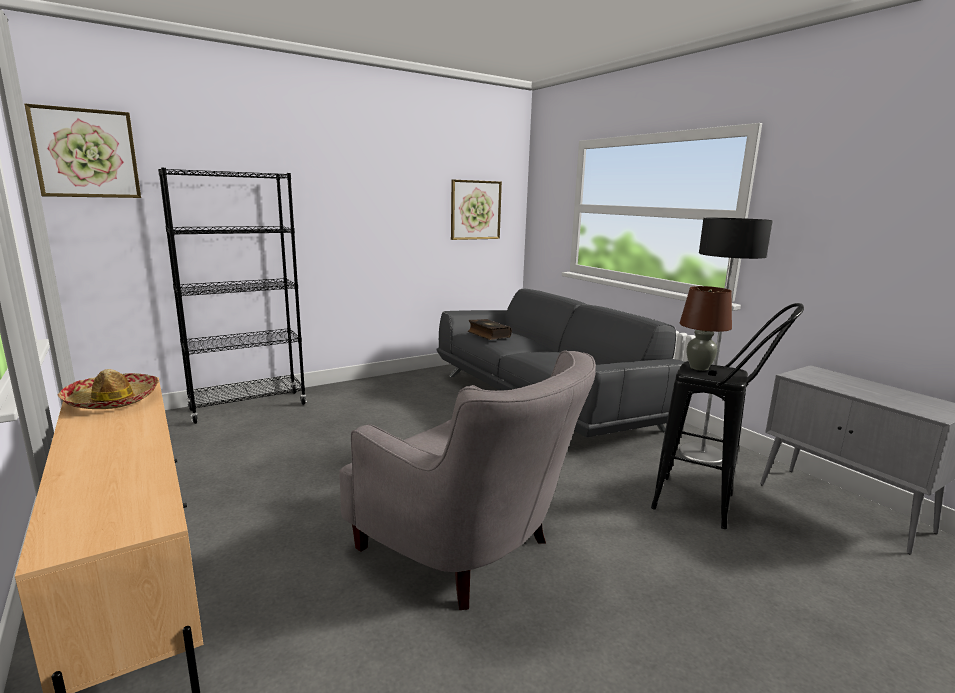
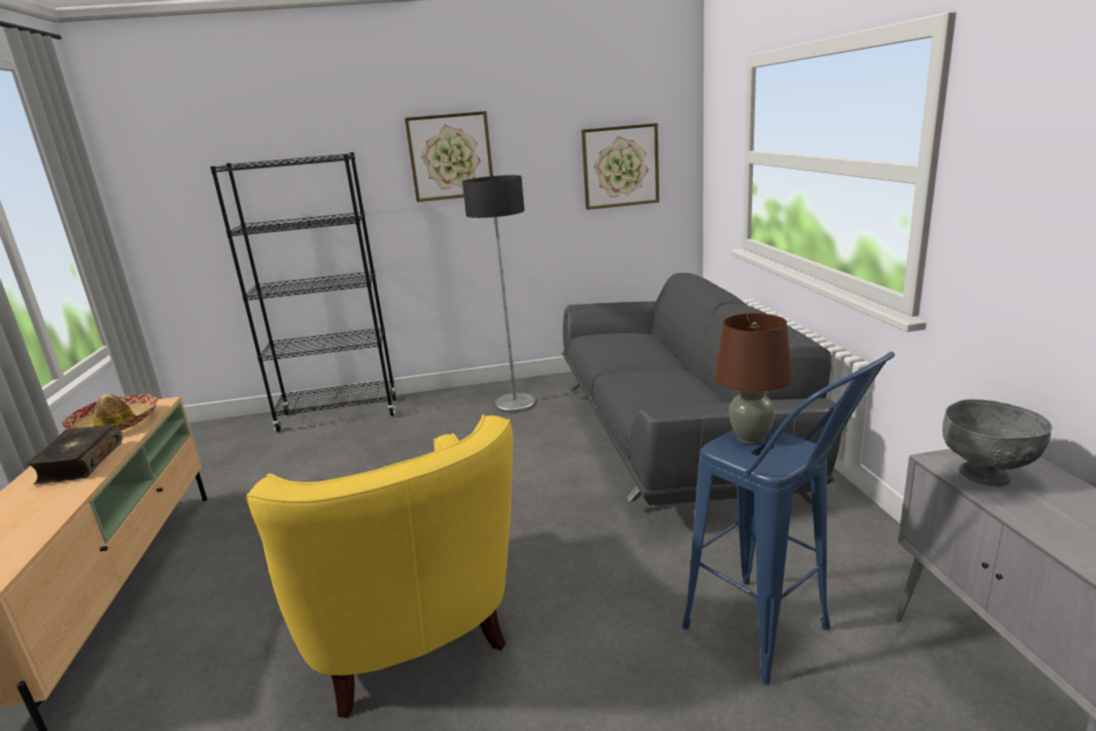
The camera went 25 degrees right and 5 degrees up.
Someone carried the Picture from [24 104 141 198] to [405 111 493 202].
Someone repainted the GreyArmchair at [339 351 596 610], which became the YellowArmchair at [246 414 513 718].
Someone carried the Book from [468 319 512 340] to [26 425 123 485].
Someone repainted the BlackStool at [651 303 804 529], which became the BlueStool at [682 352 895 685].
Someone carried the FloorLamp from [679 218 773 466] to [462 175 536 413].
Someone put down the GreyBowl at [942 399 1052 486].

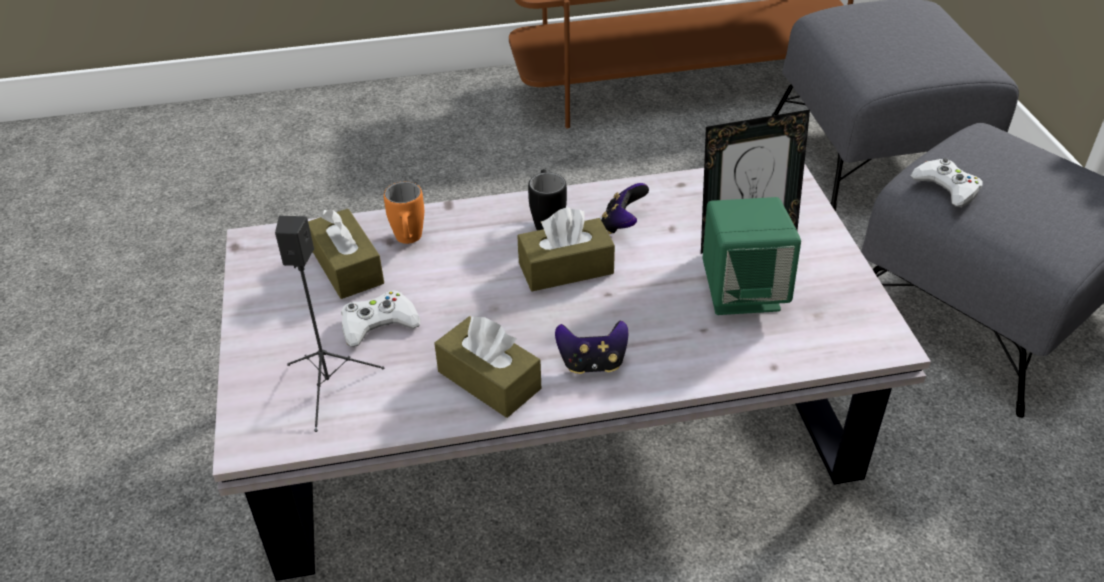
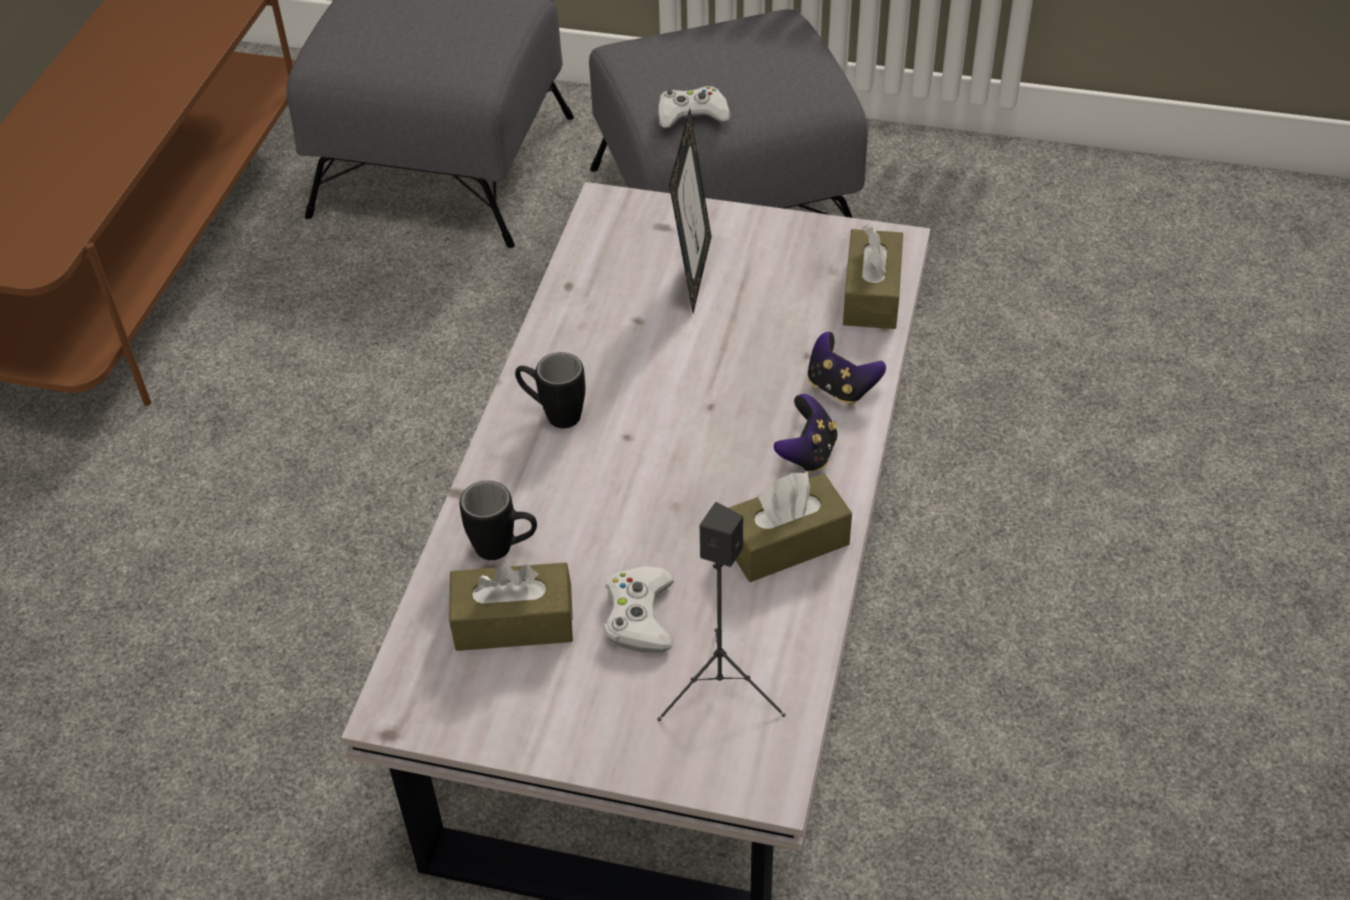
The camera went 65 degrees left and 5 degrees up.
Someone repainted the OrangeMug at [384 182 424 244], which became the BlackMug at [460 481 537 560].
Someone carried the BrownTissueBox from [517 207 615 291] to [843 225 903 329].
Someone carried the GameController from [601 183 649 234] to [808 332 886 405].
Someone took away the GreenSpeaker at [703 197 801 315].

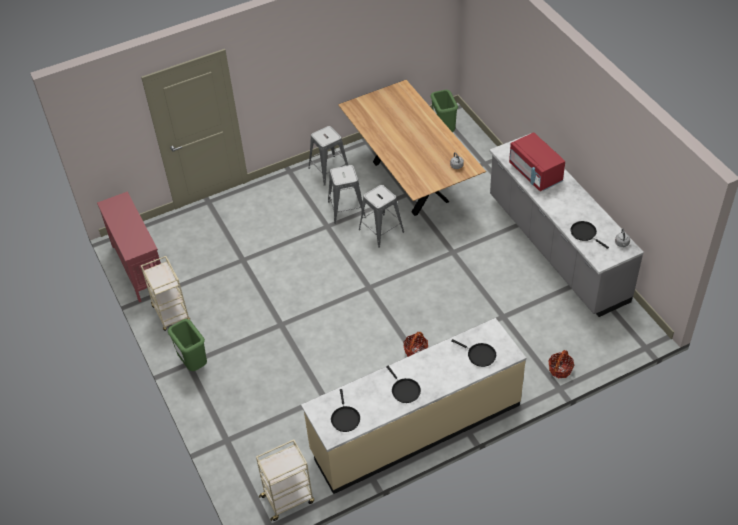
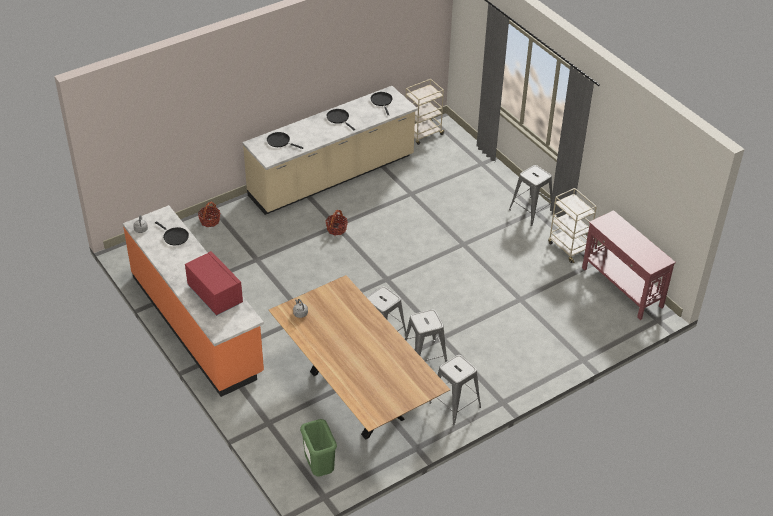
The camera went 170 degrees right and 5 degrees down.
Someone swapped the GreenTrashCan at [168 319 207 371] for the GreyStool at [509 165 553 226].
Someone repainted the GreyCounter at [490 133 644 317], which became the OrangeCounter at [123 205 264 397].

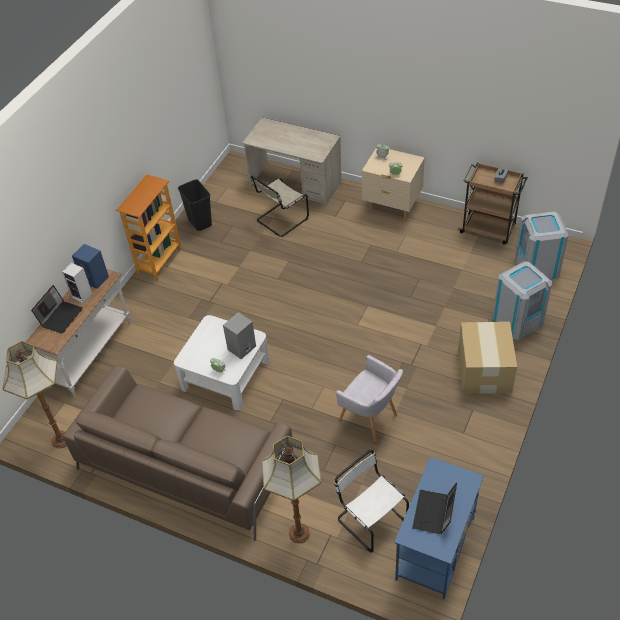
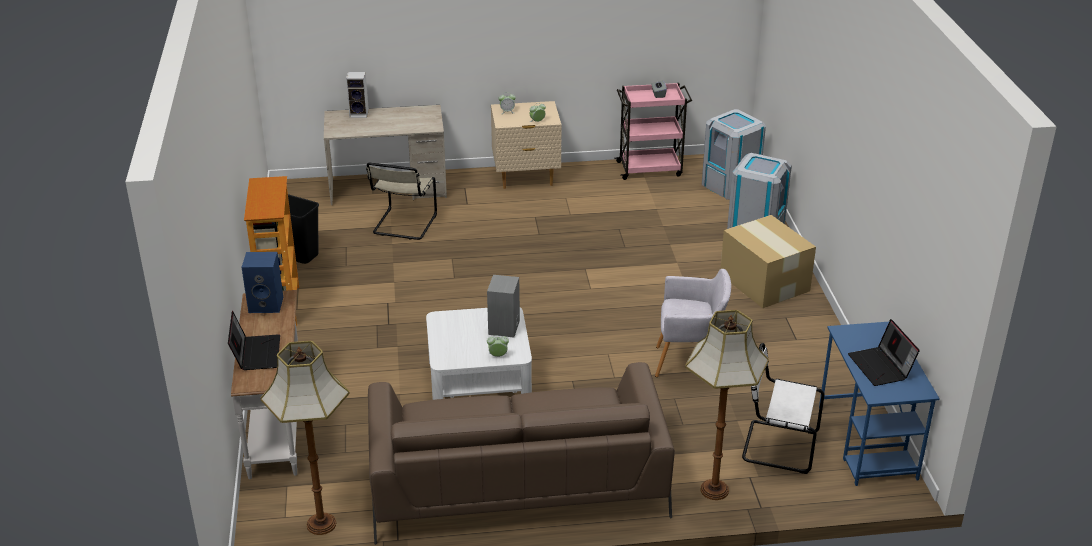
The camera went 35 degrees left and 15 degrees down.
Someone carried the Speaker from [62 263 92 303] to [346 72 369 118].
Someone repainted the BrownCart at [458 162 528 245], which became the PinkCart at [614 83 692 180].

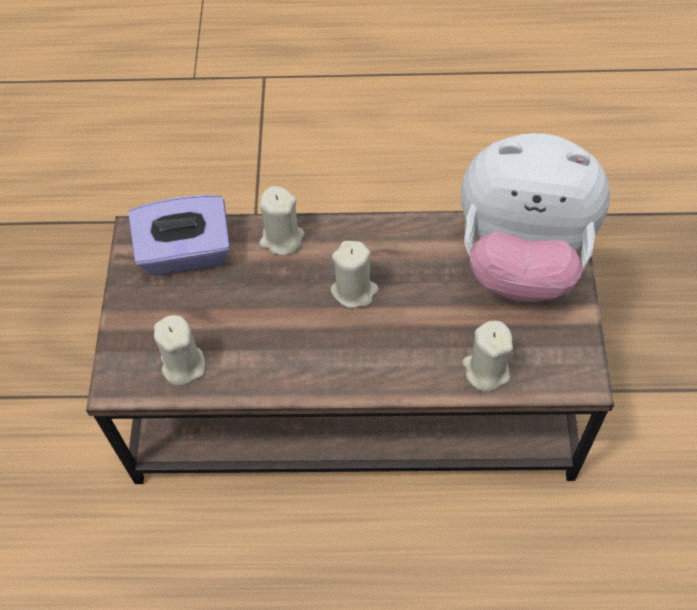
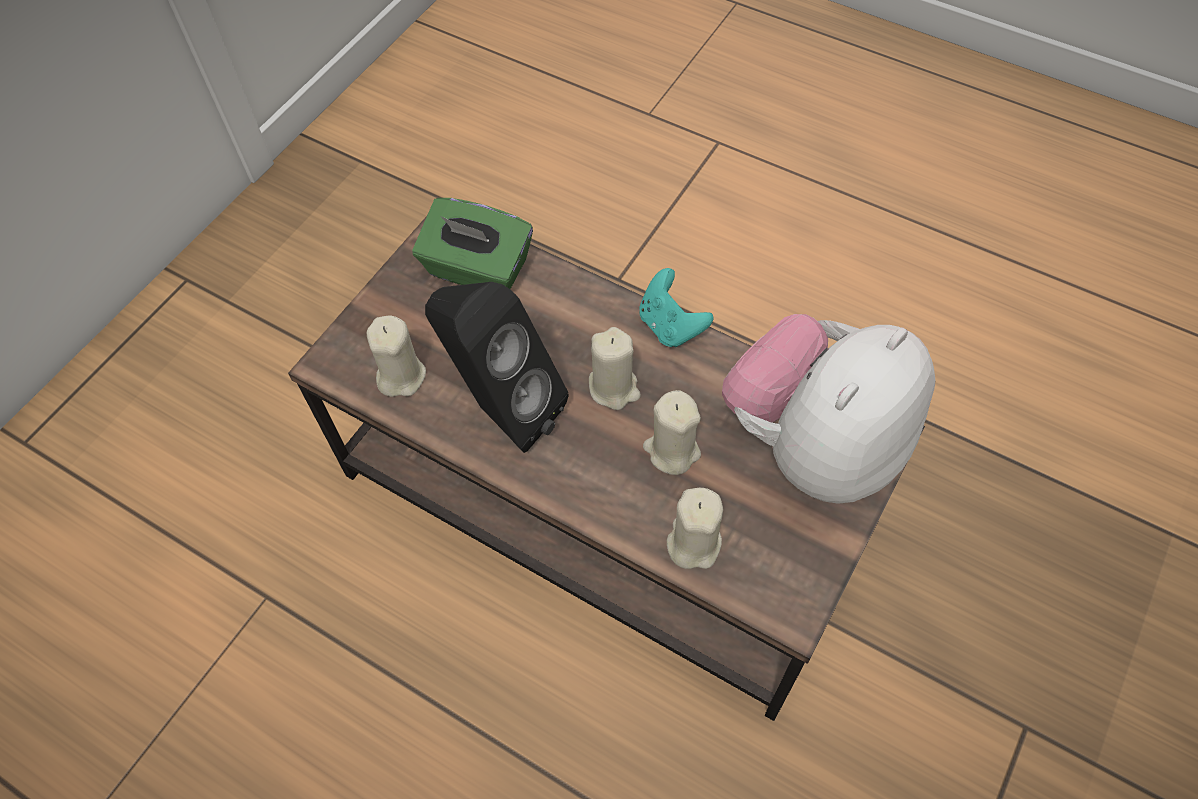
The camera went 30 degrees right and 0 degrees up.
Someone repainted the PurpleTissueBox at [128 195 230 276], which became the GreenTissueBox at [412 198 533 289].
Someone carried the BeigeCandle from [259 186 304 255] to [643 390 701 475].
Someone rotated the PlushToy at [461 133 610 302] by 90 degrees clockwise.
Someone put down the BlackSpeaker at [425 282 569 453].
Someone put down the TurquoiseGameController at [639 268 714 347].

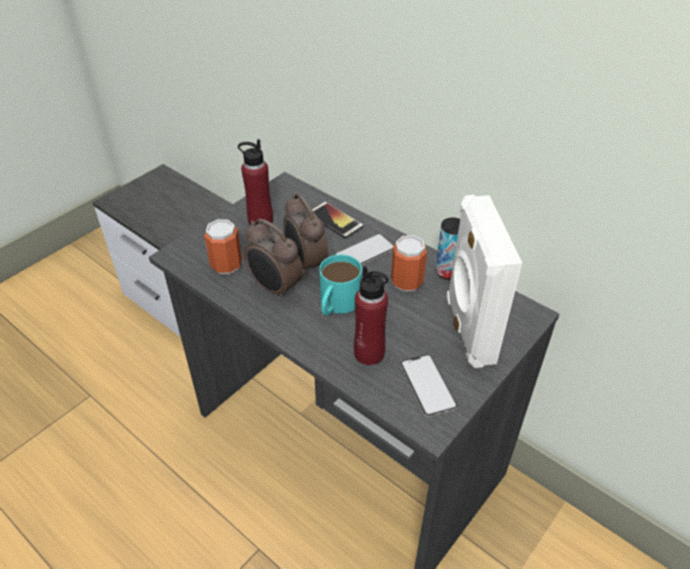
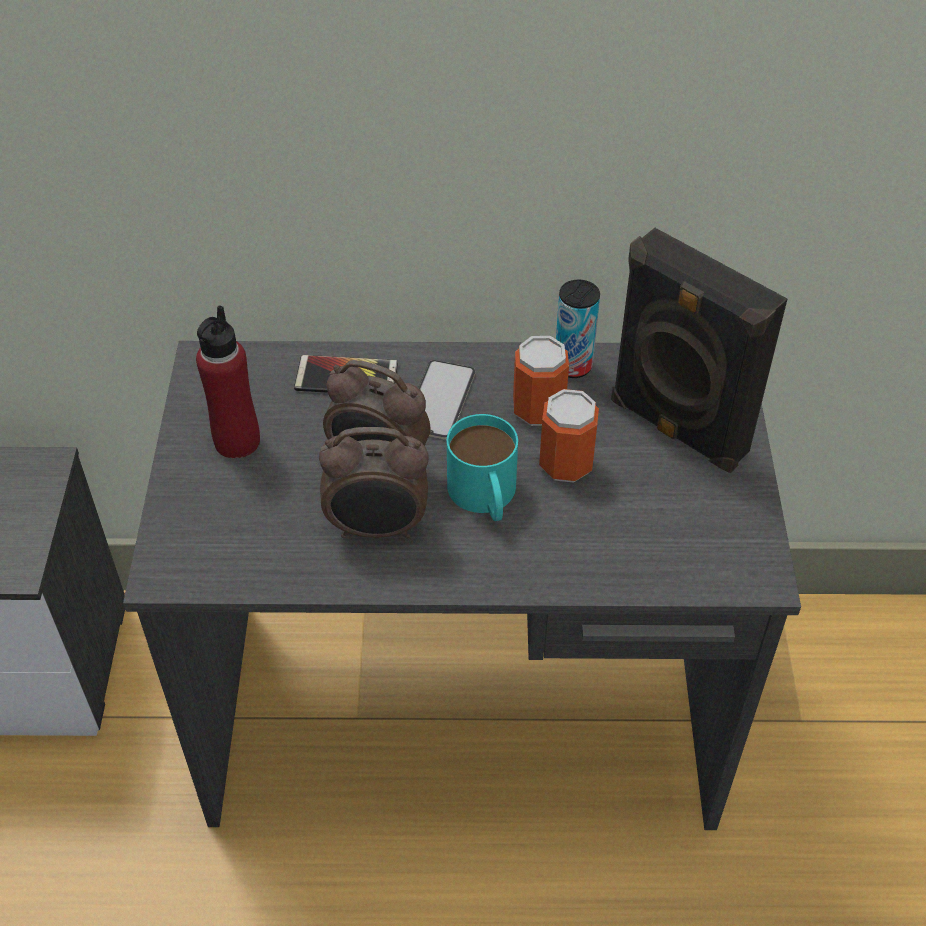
The camera went 40 degrees left and 5 degrees up.
Someone carried the Can from [204 219 242 274] to [539 389 599 483].
Someone took away the RedBottle at [354 266 389 365].
Someone took away the Phone at [400 354 458 417].
Someone repainted the WhiteSpeaker at [446 195 522 368], which became the BlackSpeaker at [611 228 787 473].

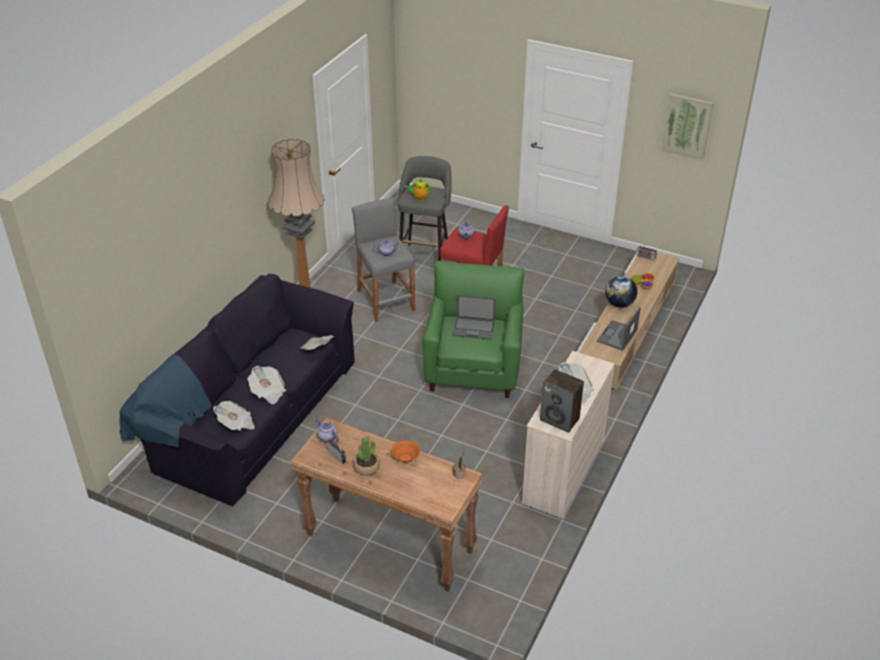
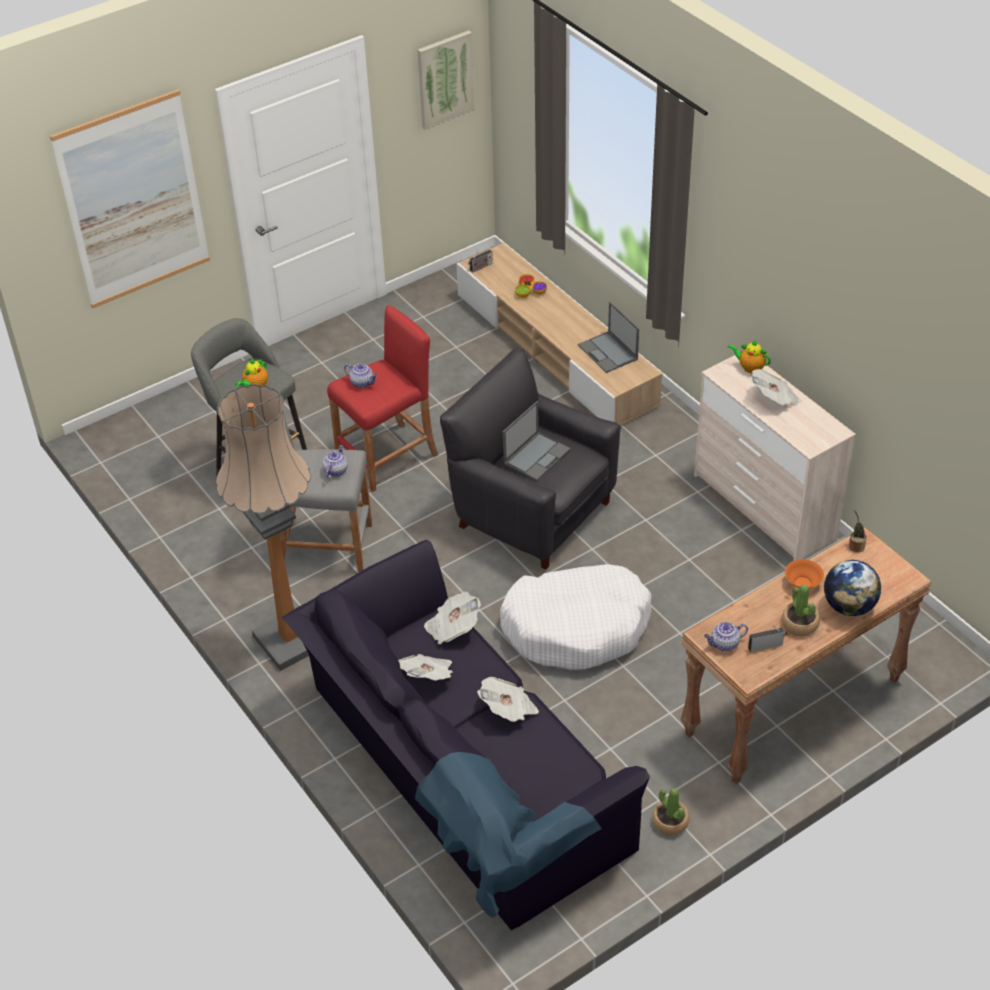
The camera went 60 degrees left and 5 degrees up.
Someone carried the Newspaper from [213 401 254 431] to [398 654 453 680].
Someone repainted the GreenArmchair at [422 261 525 398], which became the BlackArmchair at [440 348 620 570].
Someone took away the Speaker at [540 369 584 433].
Someone carried the Globe from [605 276 637 308] to [824 560 881 616].
Someone put up the Picture at [50 89 210 308].
Someone put down the WhiteDogBed at [500 564 652 670].
Someone put down the PottedPlant at [652 788 689 836].
Someone put down the Teapot at [728 340 771 373].

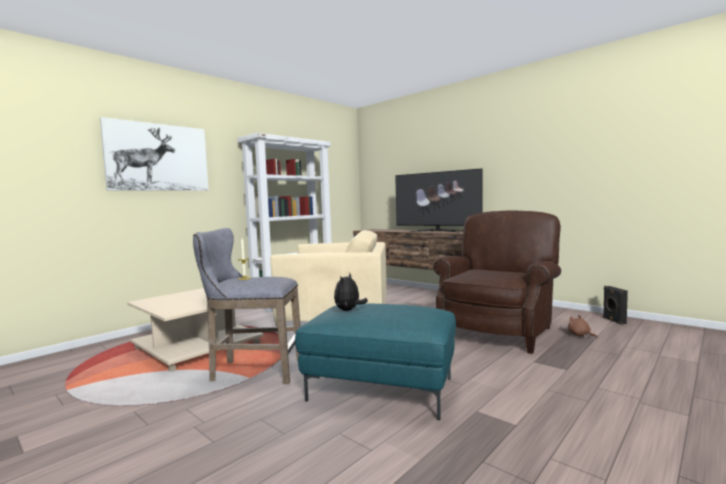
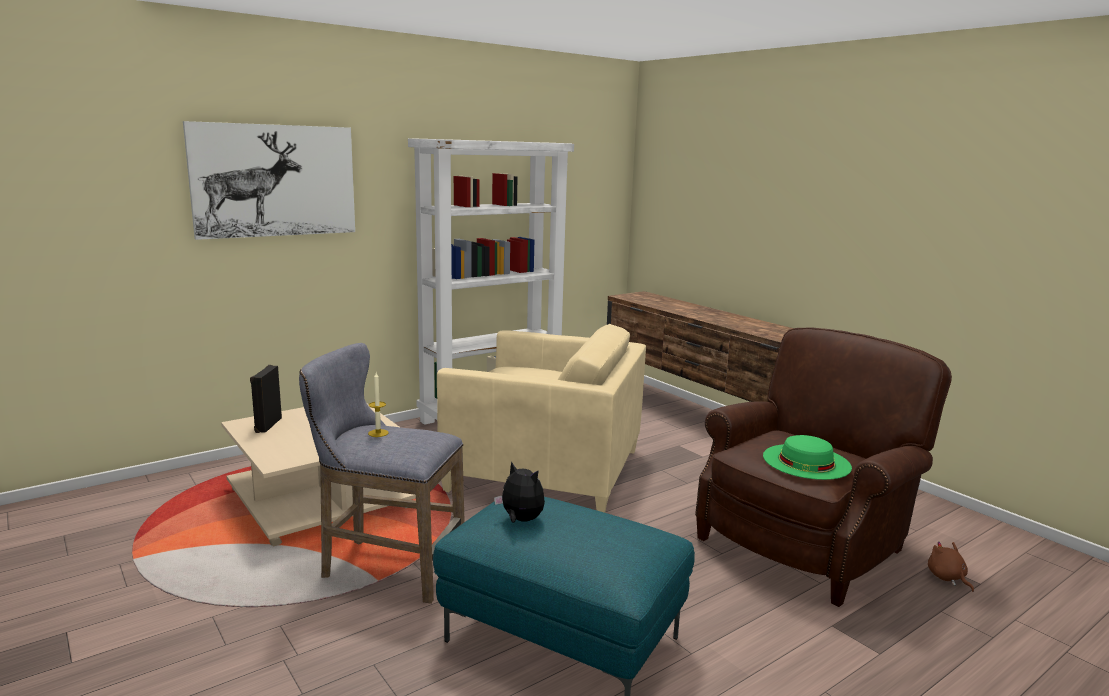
The camera went 10 degrees right and 10 degrees up.
Someone rotated the PlushToy at [334 273 368 311] by 90 degrees clockwise.
Someone took away the Television at [395 168 483 233].
Someone carried the BlackSpeaker from [603 286 628 325] to [250 365 282 433].
Someone put down the GreenHat at [763 435 852 480].

